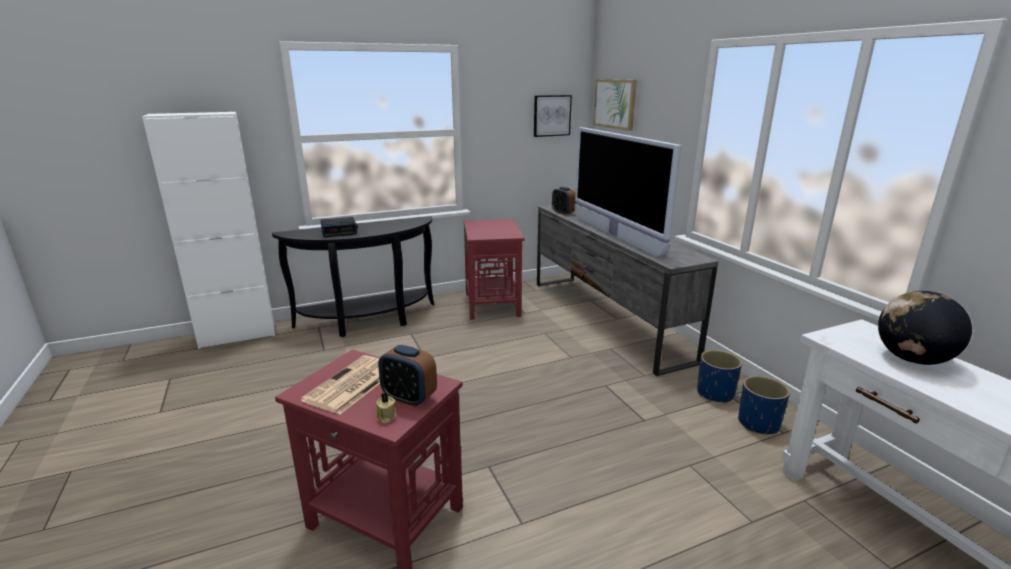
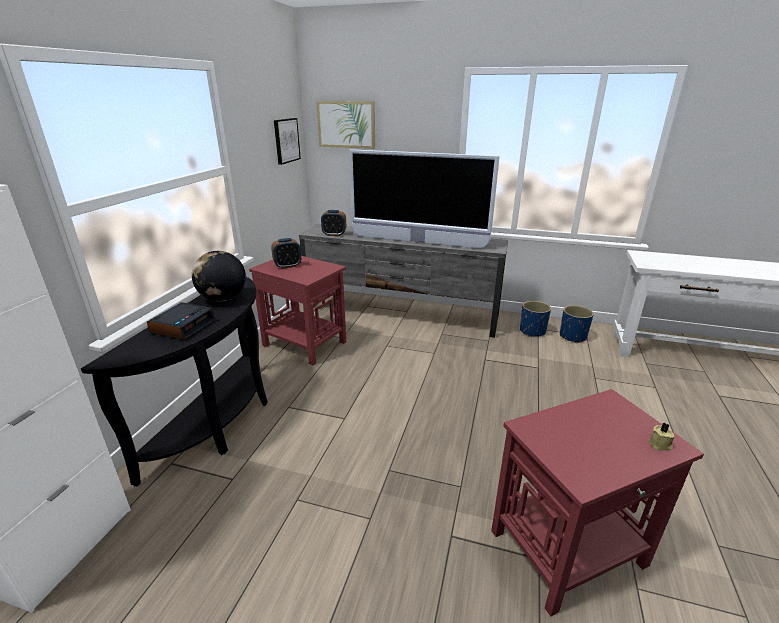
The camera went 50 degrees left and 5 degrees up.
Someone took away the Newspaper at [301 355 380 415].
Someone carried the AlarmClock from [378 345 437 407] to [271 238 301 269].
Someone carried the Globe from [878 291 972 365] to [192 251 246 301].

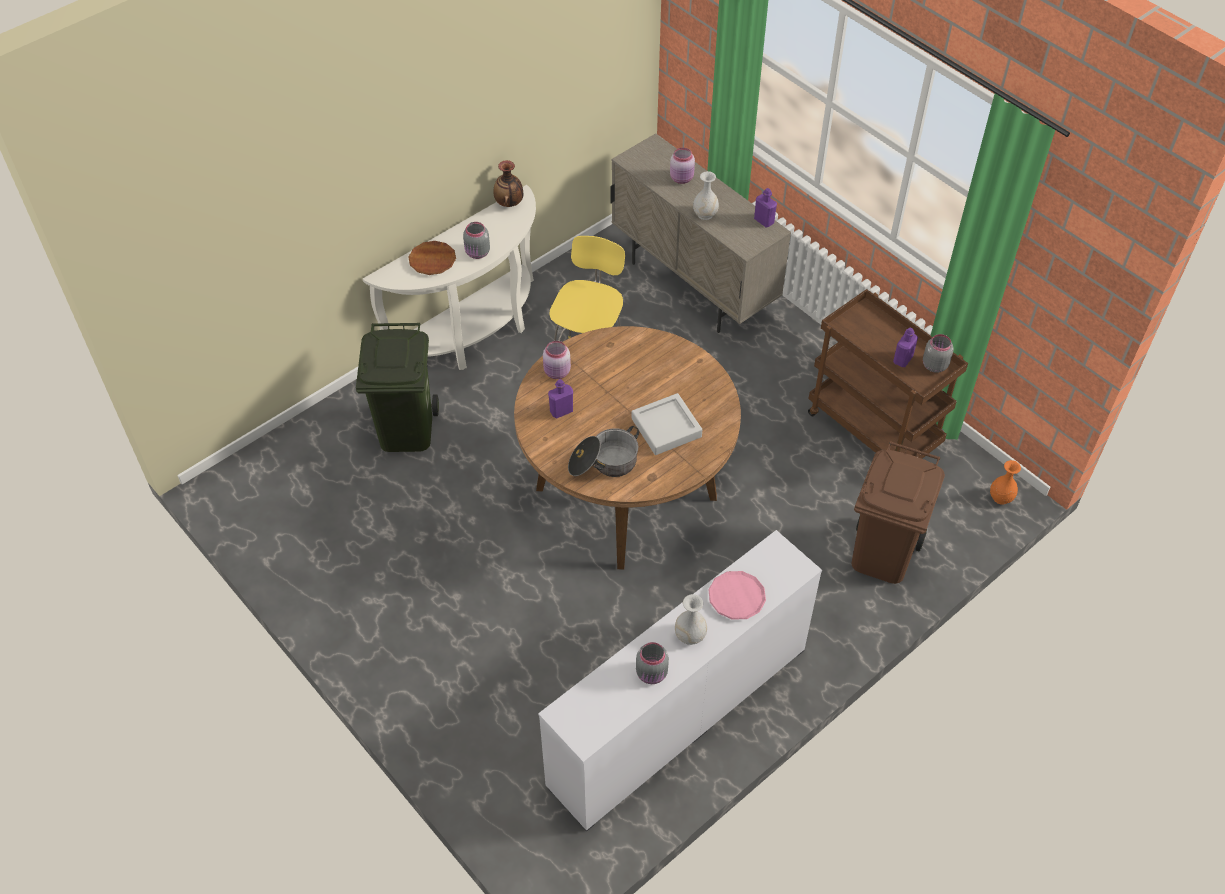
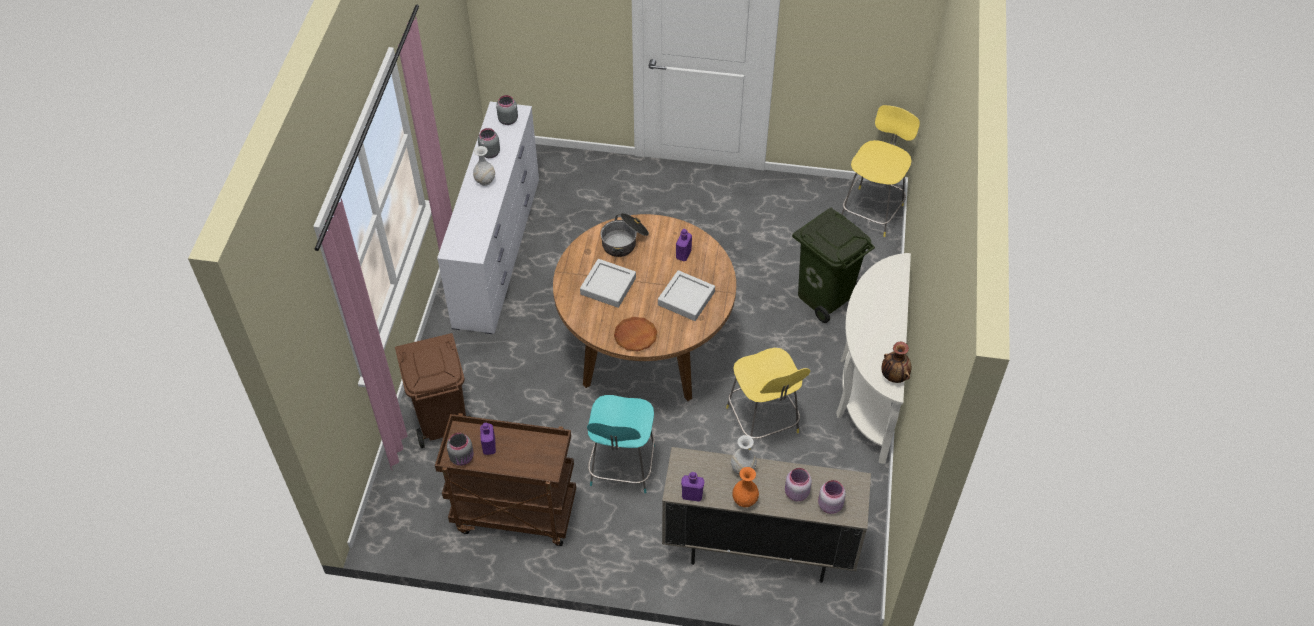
The camera went 140 degrees right and 0 degrees up.
Someone carried the BrownPlate from [408 241 456 275] to [614 317 657 351].
Someone carried the GreyJar from [463 222 490 259] to [496 95 518 125].
Someone carried the PinkJar from [543 341 571 379] to [818 480 846 514].
Someone took away the PinkPlate at [708 571 766 620].
Someone carried the OrangeVase from [990 460 1021 505] to [732 467 759 507].
Someone put down the TurquoiseStool at [587 395 655 493].
Someone put down the GreyTray at [658 270 715 321].
Someone put down the YellowStool at [842 105 920 237].

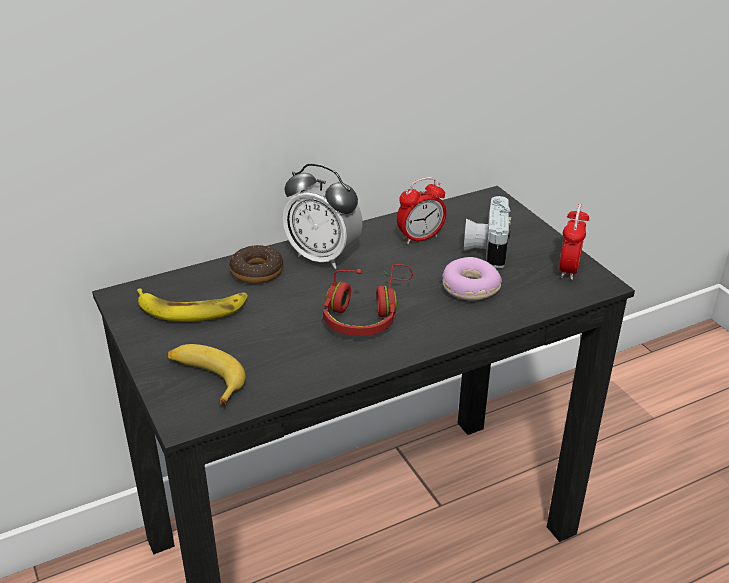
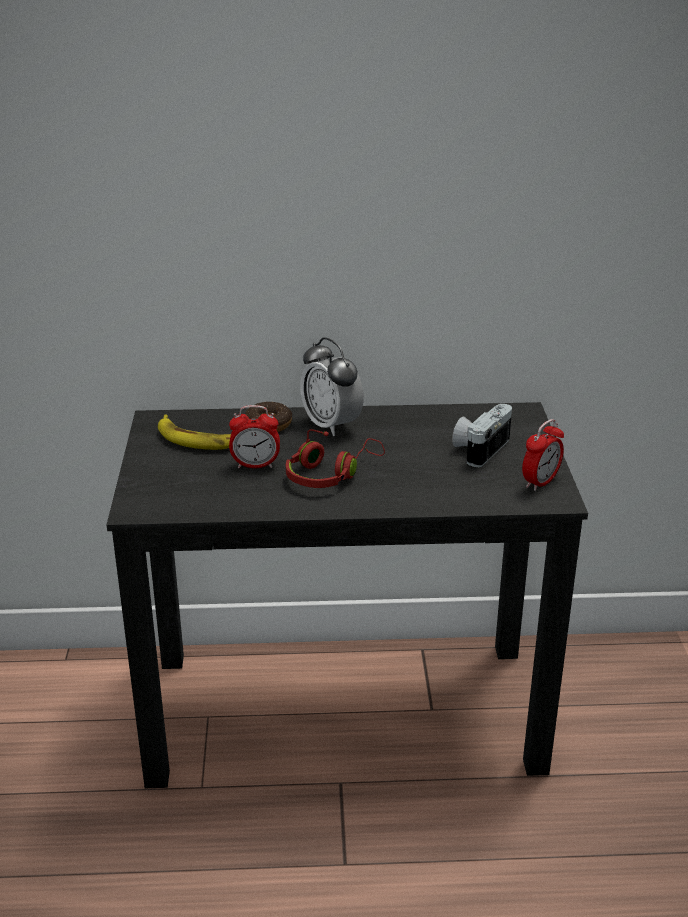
The camera went 25 degrees right and 5 degrees down.
Someone took away the Banana at [168 344 246 406].
Someone carried the AlarmClock from [397 177 447 244] to [229 405 280 468].
Someone took away the Donut at [442 257 502 301].

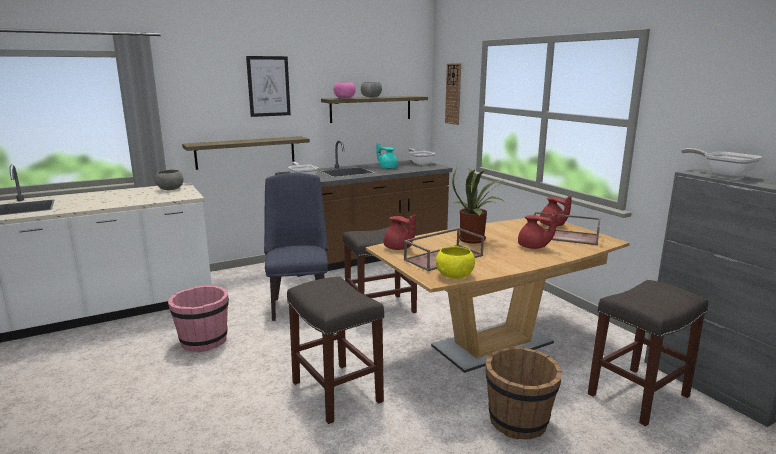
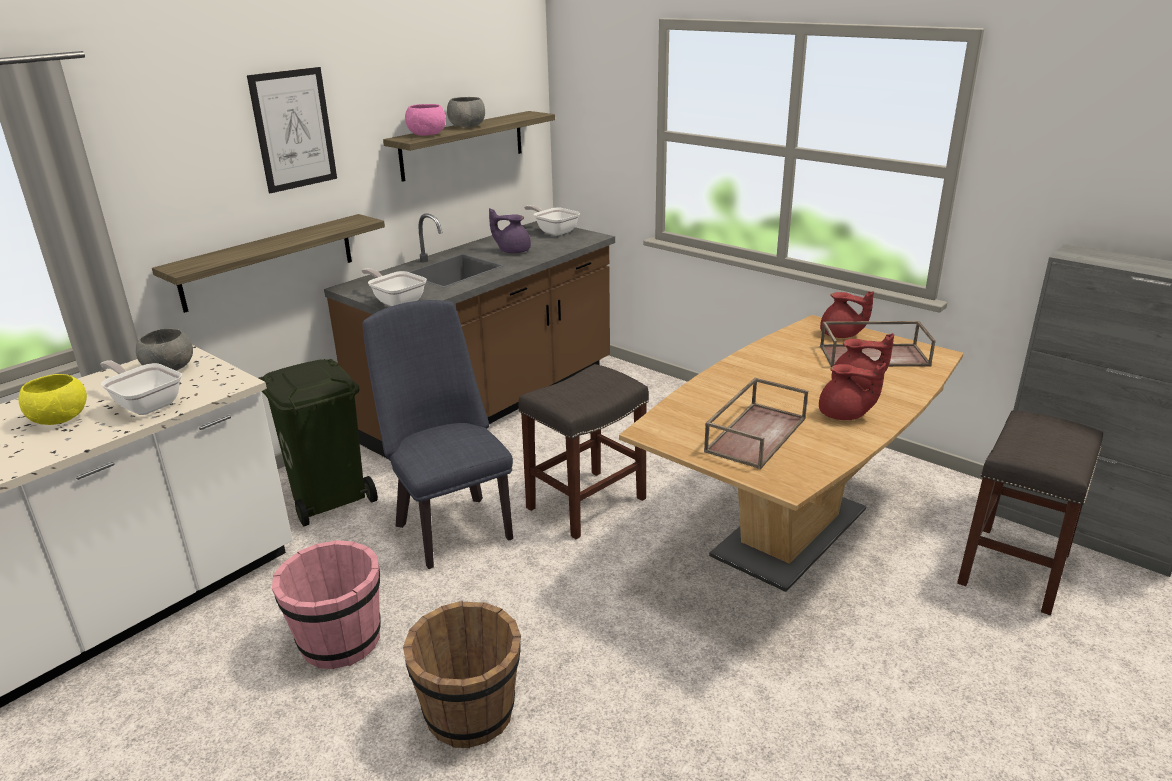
The camera went 20 degrees left and 10 degrees up.
Someone took away the GreyStool at [287 277 384 424].
Someone repainted the TurquoiseTeapot at [376 143 398 169], which became the PurpleTeapot at [489 208 531 253].
Someone carried the RedTeapot from [384 215 416 250] to [819 363 886 420].
Someone carried the YellowBowl from [436 246 475 279] to [18 374 87 425].
Someone took away the WallClock at [445 63 461 125].
Someone took away the PottedPlant at [452 167 506 244].
Someone carried the BrownBucket from [485 347 563 439] to [403 601 521 748].
Someone carried the FryingPan from [681 148 762 178] to [100 361 182 415].
Someone put down the GreenTrashCan at [258 359 378 526].

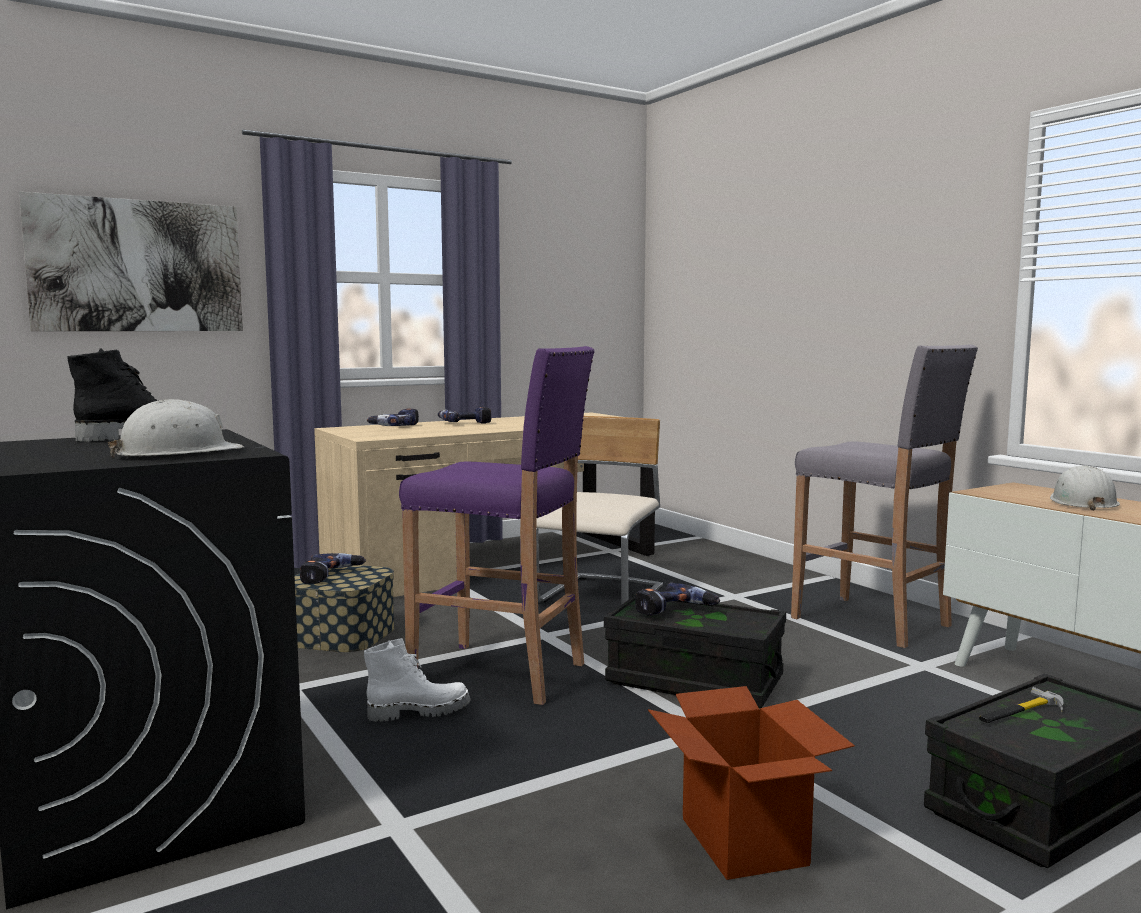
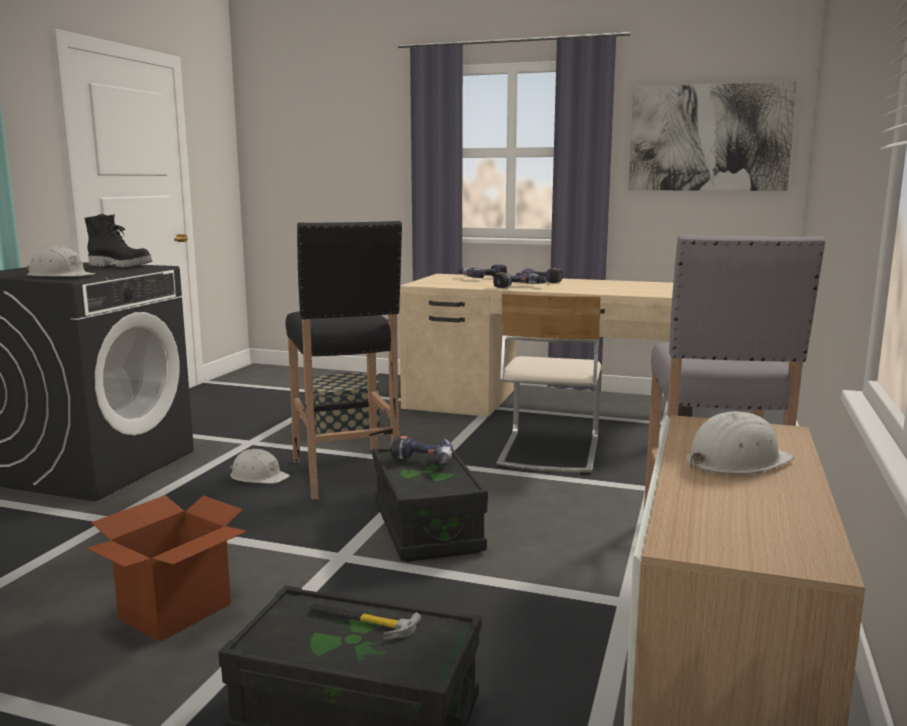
The camera went 50 degrees right and 5 degrees up.
Someone carried the Picture from [19 192 243 331] to [628 81 798 191].
Someone carried the PowerDrill from [300 553 366 584] to [493 272 547 288].
Someone swapped the WhiteBoot at [364 638 471 722] for the WhiteHardHat at [230 449 290 484].
Someone repainted the PurpleStool at [399 346 595 705], which became the BlackStool at [286 221 402 500].
Someone rotated the BeigeChair at [536 416 663 605] by 120 degrees clockwise.

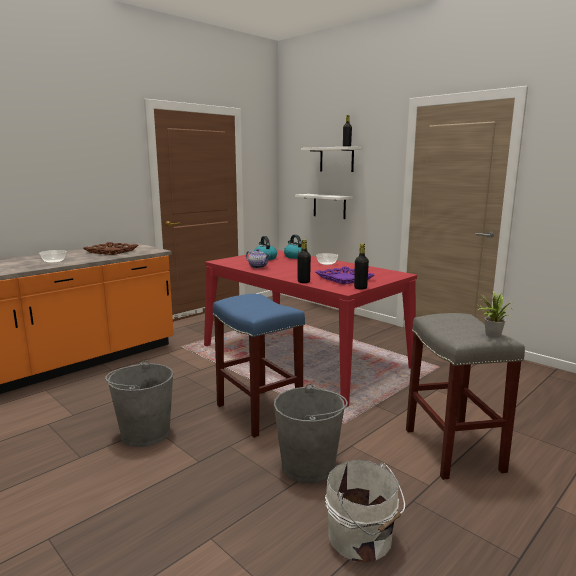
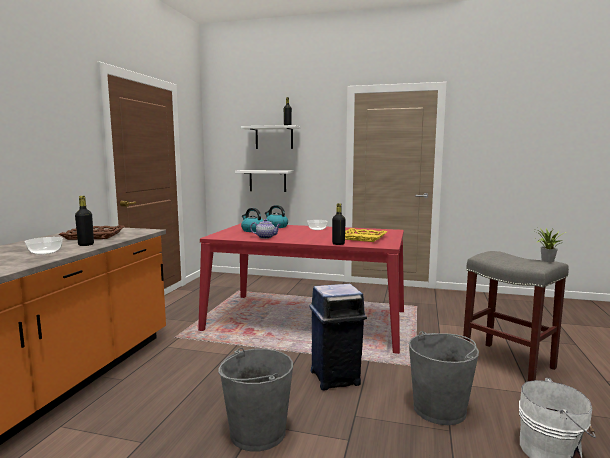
The camera went 30 degrees left and 5 degrees down.
Someone swapped the BlueStool at [213 294 305 438] for the BlueTrashCan at [310 284 367 390].
Someone repainted the PurpleTray at [315 266 375 285], which became the YellowTray at [345 228 388 242].
Someone carried the BlackBottle from [354 243 369 290] to [75 196 94 246].

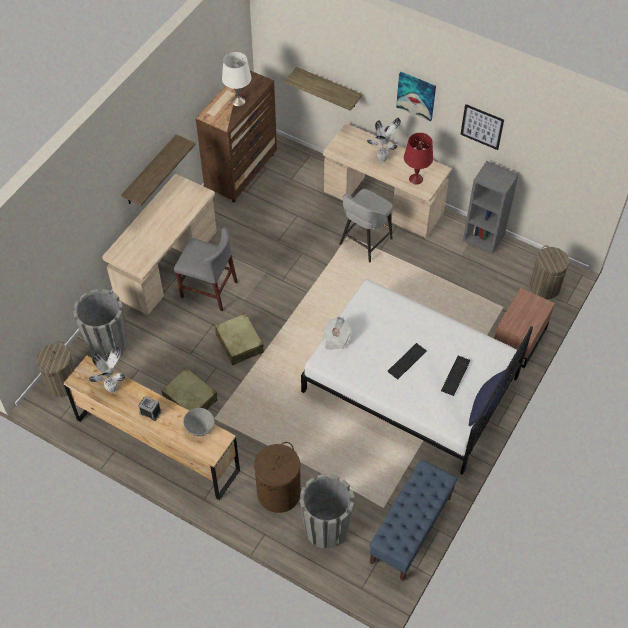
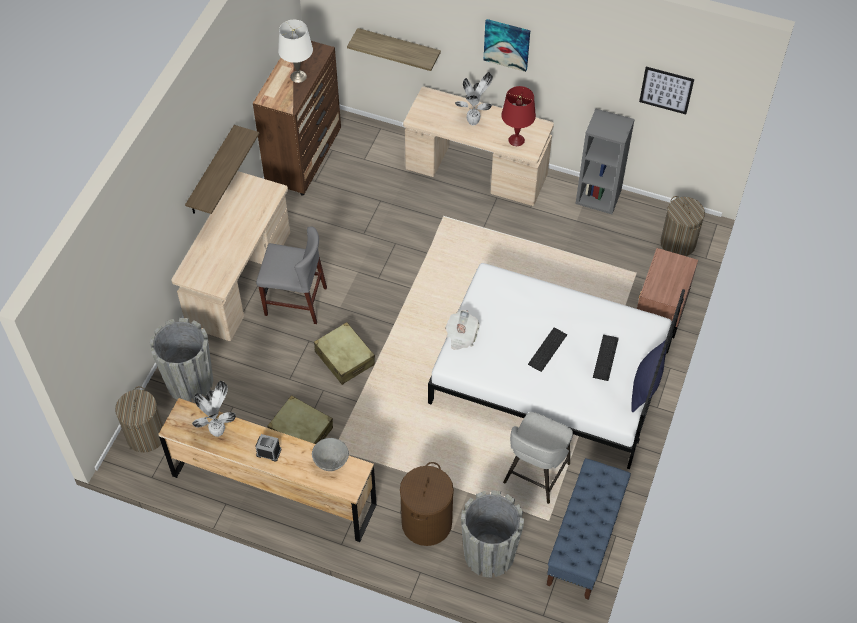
The camera went 10 degrees left and 0 degrees up.
Someone carried the GreyStool from [340 189 393 262] to [503 412 573 504].
Someone carried the Picture from [460 104 504 150] to [639 67 694 114].

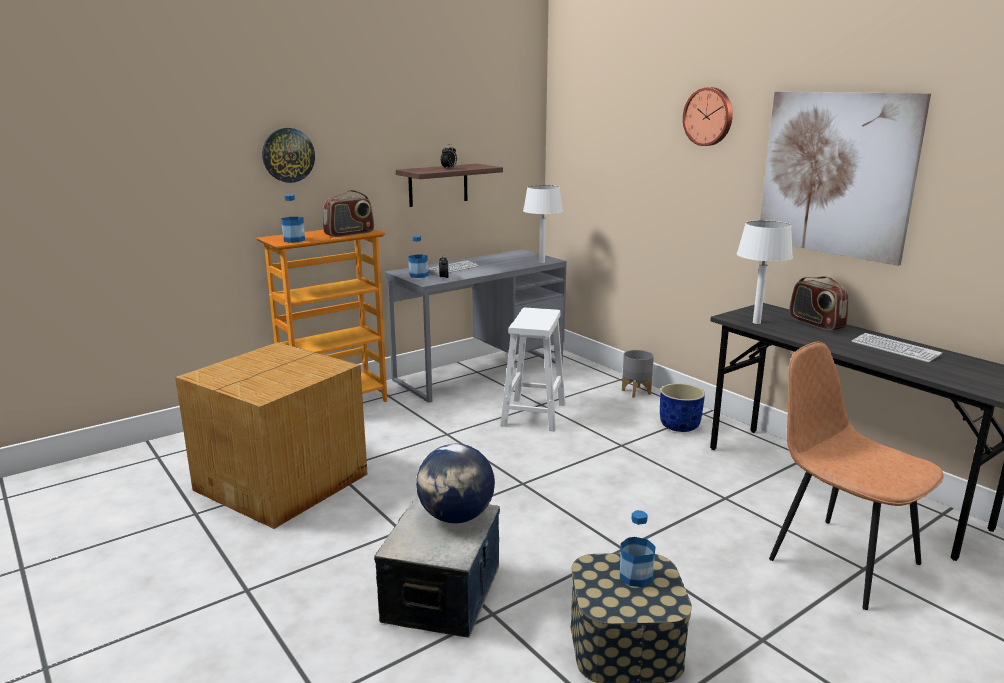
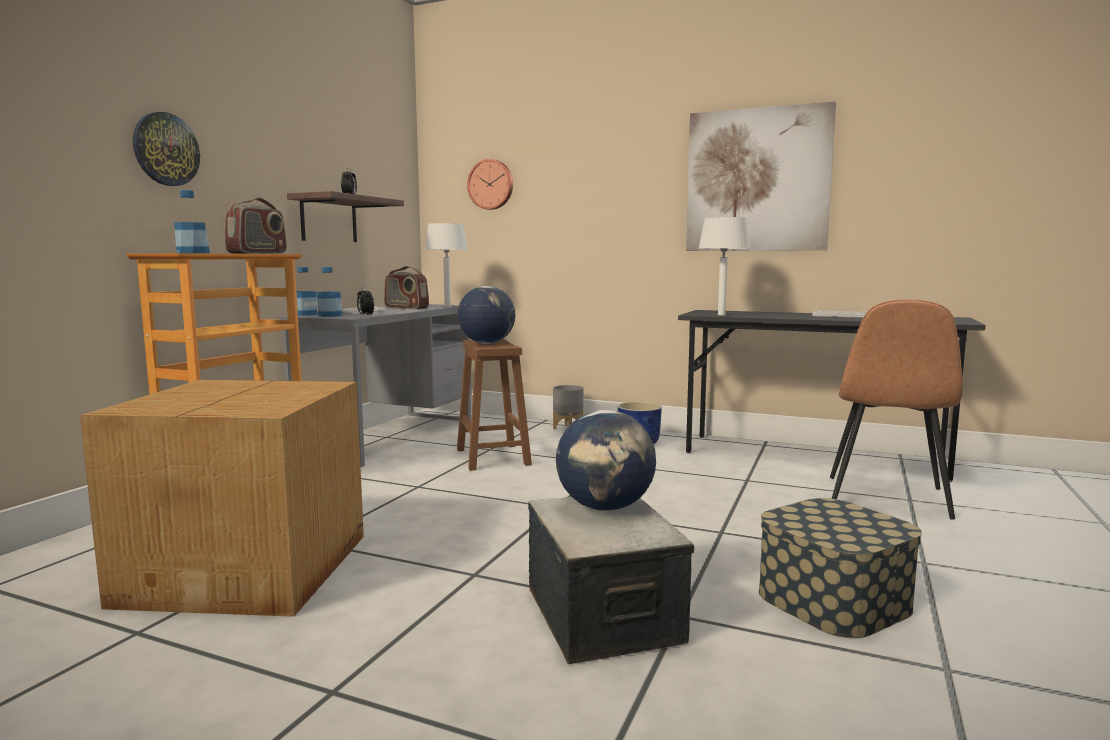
The camera went 30 degrees left and 10 degrees down.
Someone repainted the WhiteStool at [500 308 565 431], which became the BrownStool at [457 339 532 471].
Someone carried the Bottle from [620 510 656 587] to [296 267 317 316].
Someone carried the WallClock from [683 87 733 146] to [467 159 513 210].
Someone rotated the BrownChair at [769 342 944 610] by 90 degrees counterclockwise.
Someone carried the Radio from [789 276 849 331] to [384 266 429 309].
Someone put down the Globe at [457 286 515 344].

